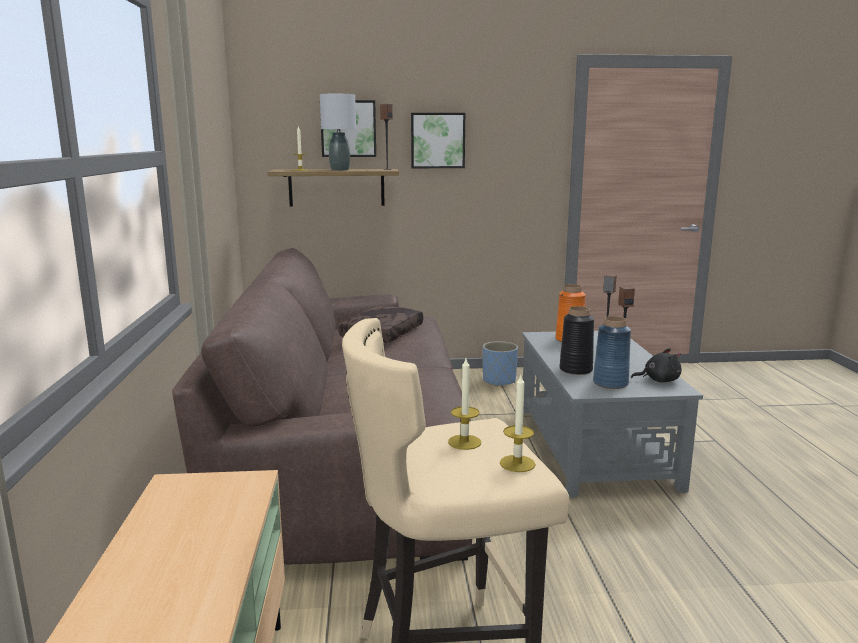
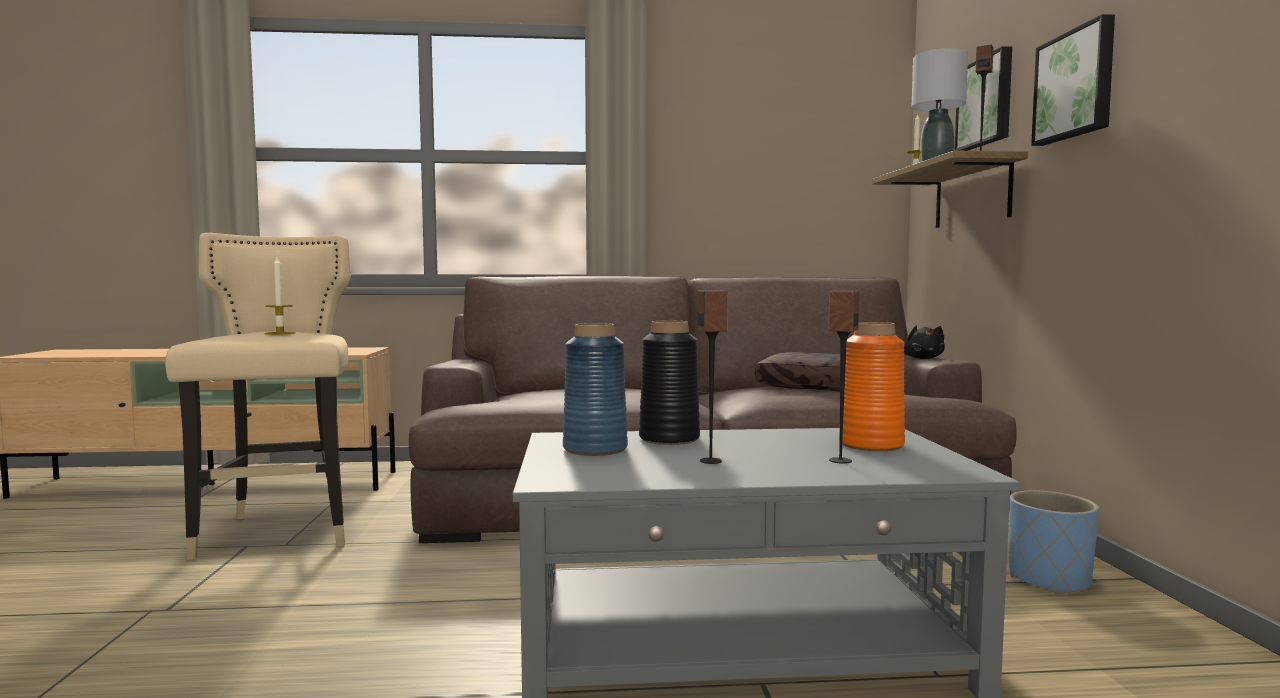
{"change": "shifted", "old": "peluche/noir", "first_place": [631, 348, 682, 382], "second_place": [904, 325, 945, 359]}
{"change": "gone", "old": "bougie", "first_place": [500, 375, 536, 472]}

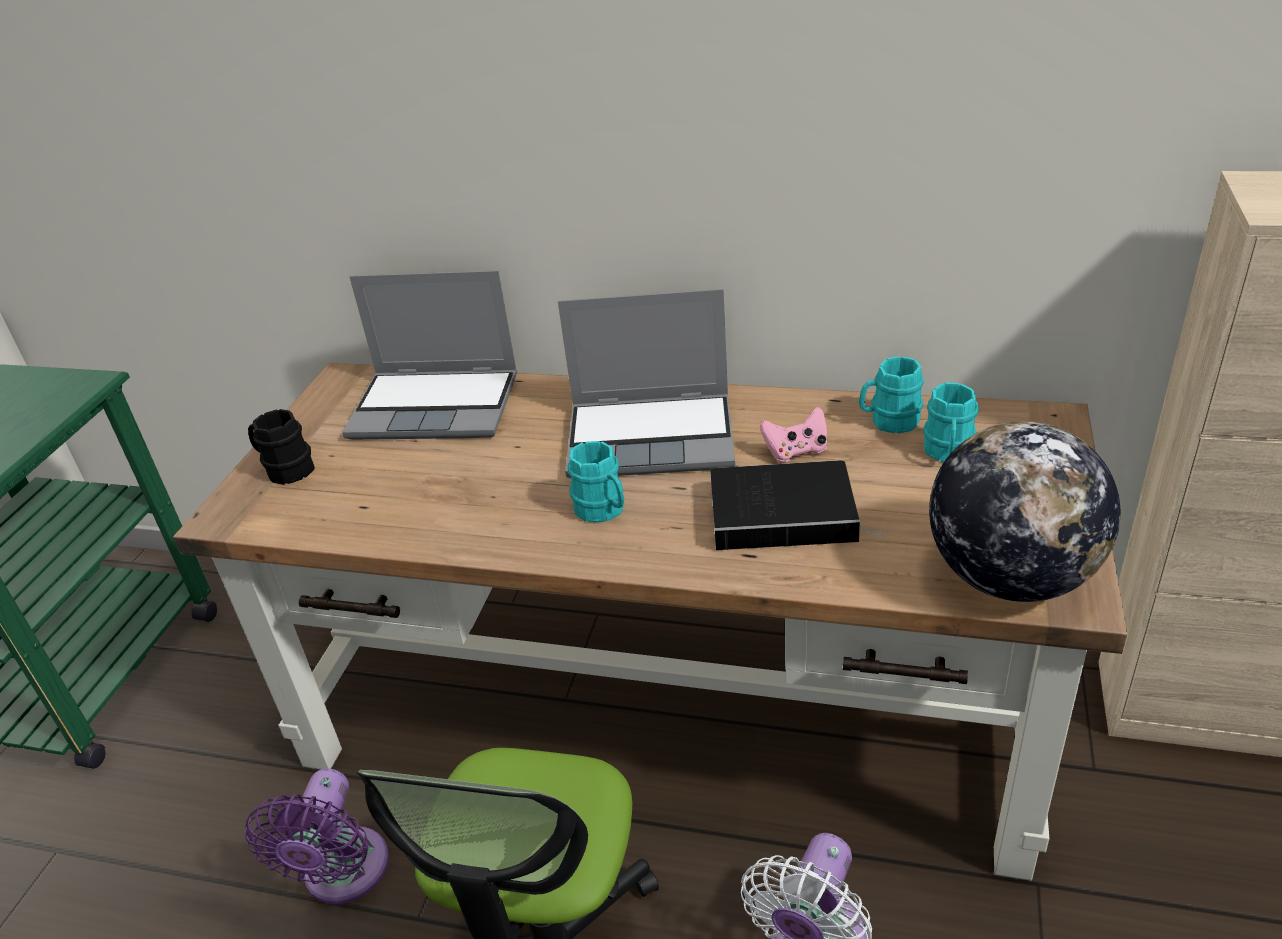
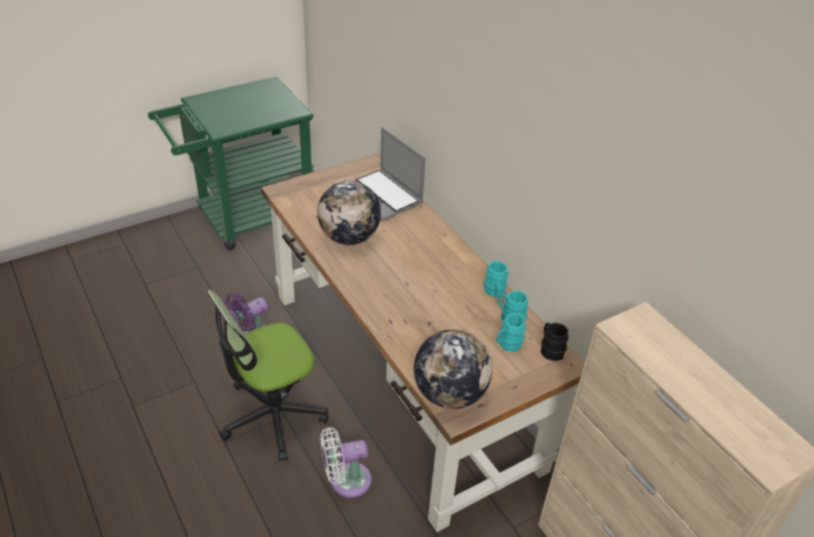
{"change": "gone", "old": "ordinateur portable", "first_place": [558, 289, 735, 478]}
{"change": "gone", "old": "manette/rose", "first_place": [760, 407, 827, 462]}
{"change": "shifted", "old": "mug/noir", "first_place": [248, 409, 315, 485], "second_place": [541, 323, 569, 361]}
{"change": "shifted", "old": "mug/turquoise", "first_place": [568, 441, 624, 522], "second_place": [484, 261, 509, 297]}
{"change": "gone", "old": "livre", "first_place": [710, 460, 886, 550]}
{"change": "new", "new": "globe", "second_place": [317, 181, 381, 245]}

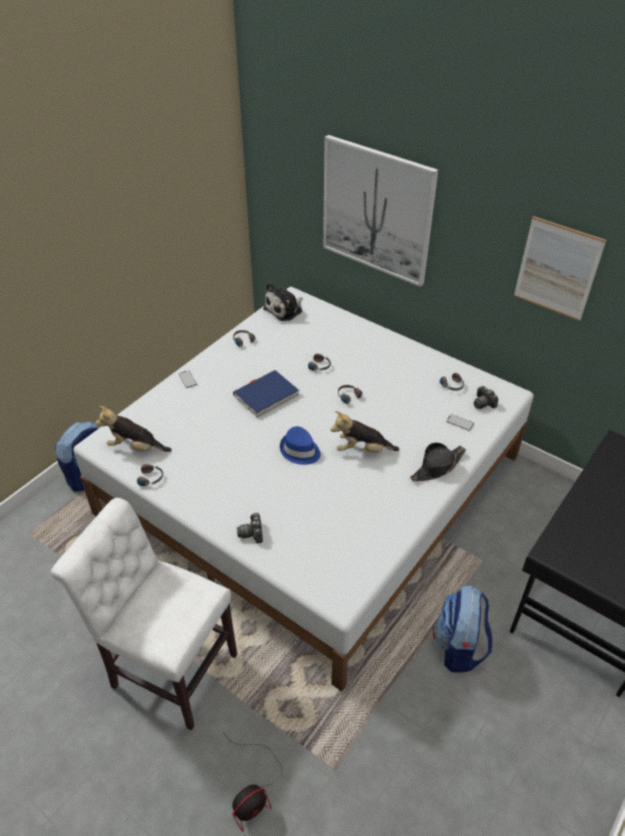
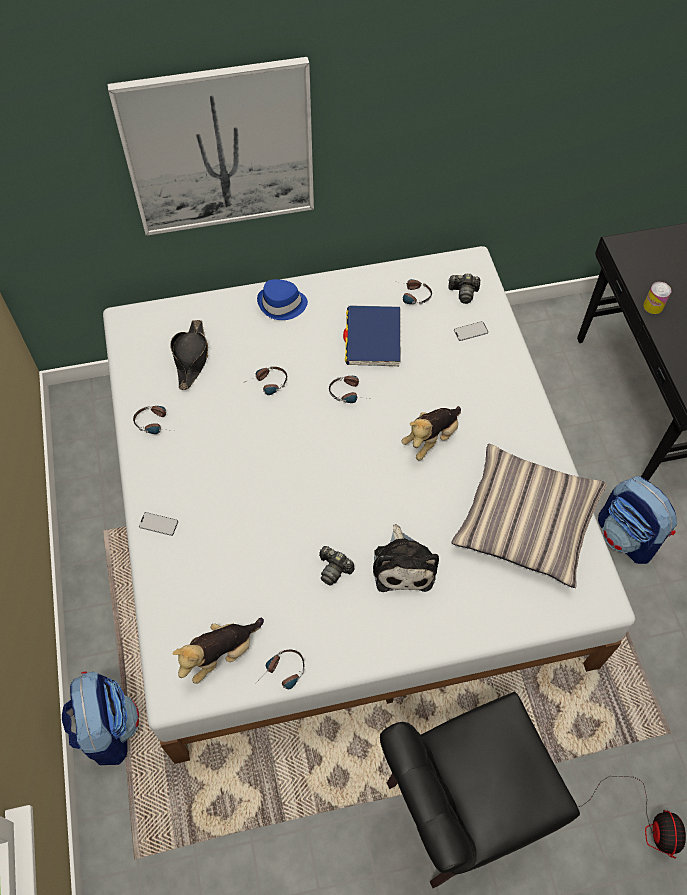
{"change": "gone", "old": "tableau", "first_place": [514, 216, 606, 321]}
{"change": "shifted", "old": "peluche", "first_place": [263, 282, 303, 321], "second_place": [373, 524, 439, 592]}
{"change": "shifted", "old": "livre/bleu", "first_place": [233, 370, 299, 418], "second_place": [343, 305, 400, 367]}
{"change": "shifted", "old": "chapeau/bleu", "first_place": [280, 426, 320, 465], "second_place": [257, 279, 308, 320]}
{"change": "shifted", "old": "chapeau/noir", "first_place": [410, 443, 466, 482], "second_place": [170, 320, 208, 390]}
{"change": "repainted", "old": "chaise/blanc", "new": "chaise/noir", "first_place": [51, 498, 237, 730], "second_place": [380, 692, 580, 888]}
{"change": "shifted", "old": "appareil photo", "first_place": [237, 513, 263, 543], "second_place": [319, 546, 354, 586]}
{"change": "new", "new": "boîte métallique", "second_place": [643, 282, 671, 314]}
{"change": "new", "new": "coussin", "second_place": [451, 444, 607, 588]}

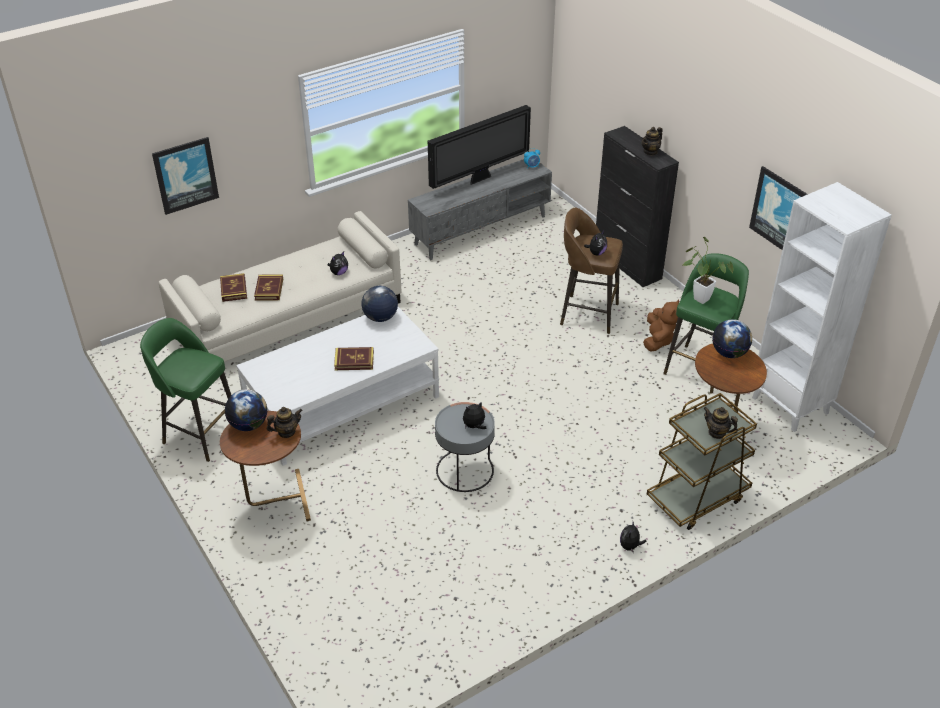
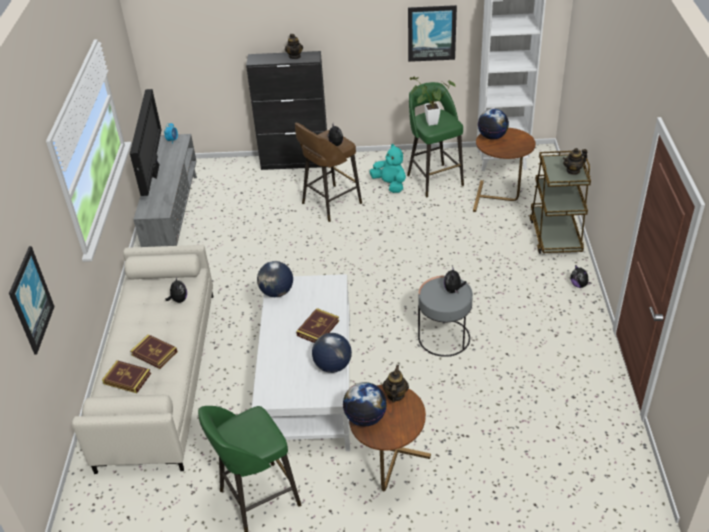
{"change": "repainted", "old": "peluche/marron", "new": "peluche/turquoise", "first_place": [643, 299, 679, 351], "second_place": [370, 144, 406, 193]}
{"change": "new", "new": "globe", "second_place": [312, 333, 352, 373]}

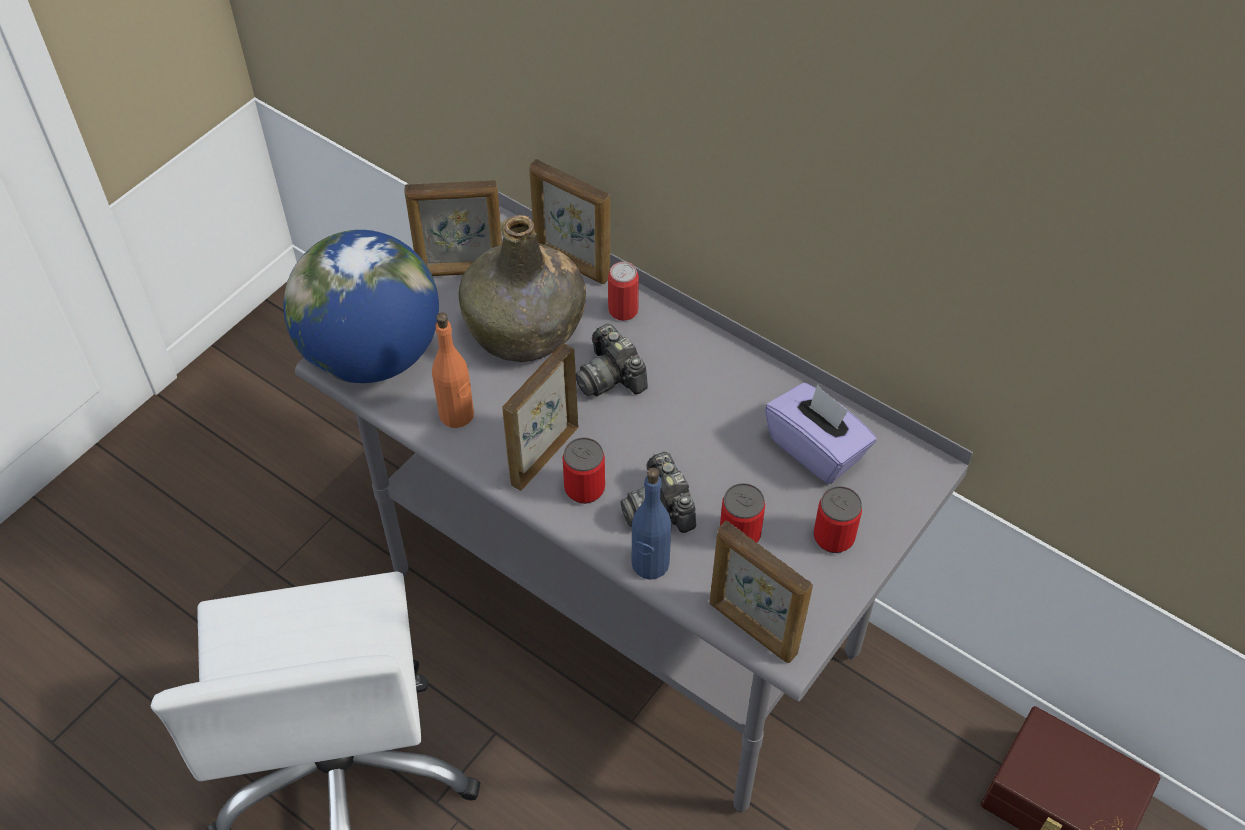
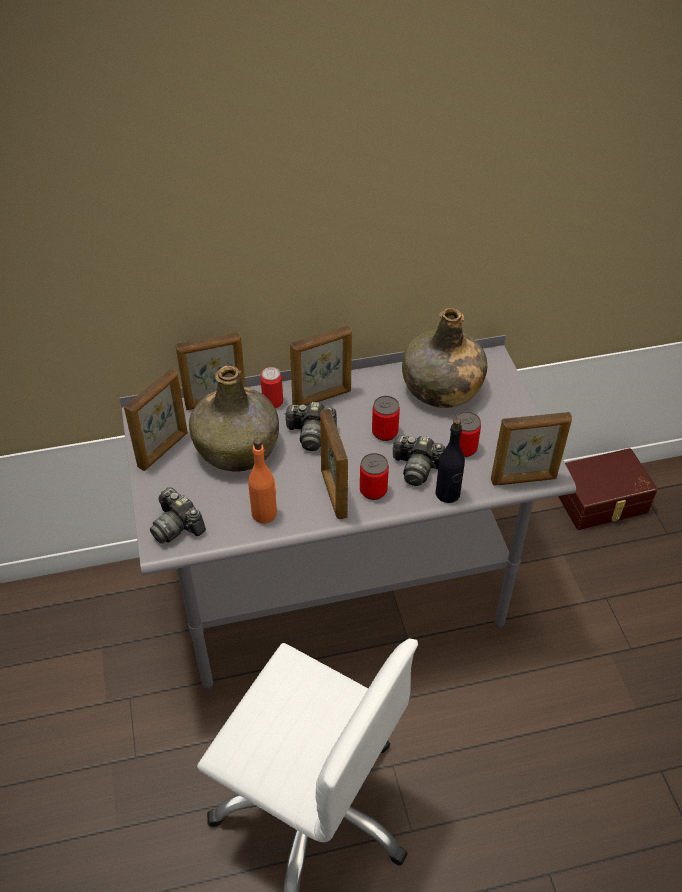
{"change": "swapped", "old": "globe", "new": "appareil photo", "first_place": [284, 230, 439, 383], "second_place": [150, 487, 206, 544]}
{"change": "swapped", "old": "boîte à mouchoirs/violet", "new": "bouteille/vert", "first_place": [765, 383, 876, 484], "second_place": [402, 308, 487, 408]}
{"change": "repainted", "old": "bouteille/bleu", "new": "bouteille/noir", "first_place": [632, 467, 671, 580], "second_place": [435, 418, 465, 503]}
{"change": "shifted", "old": "boîte métallique", "first_place": [814, 486, 862, 553], "second_place": [372, 396, 400, 441]}
{"change": "new", "new": "cadre photo", "second_place": [290, 325, 352, 406]}

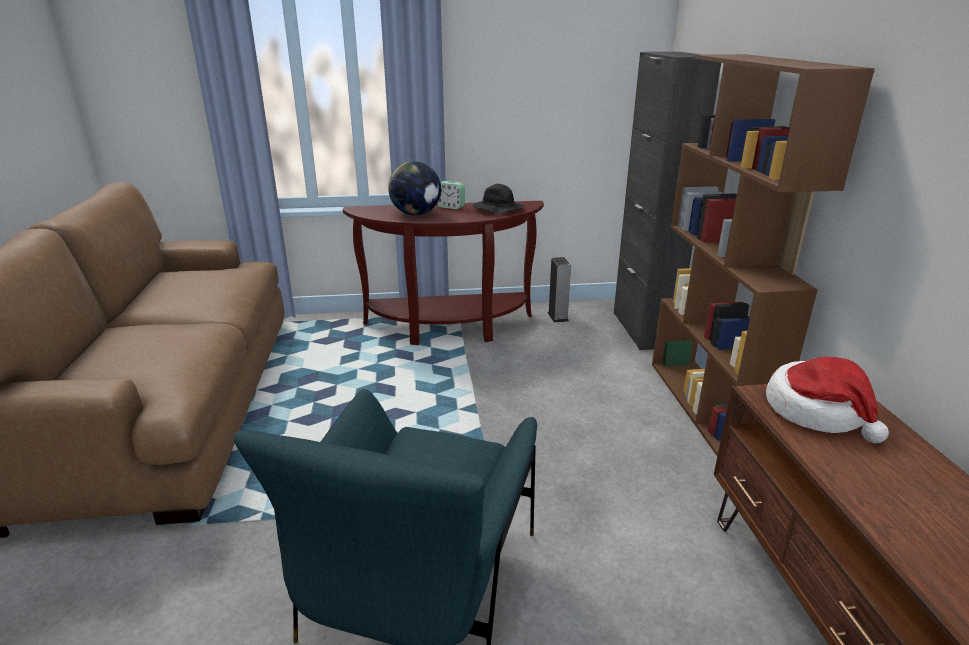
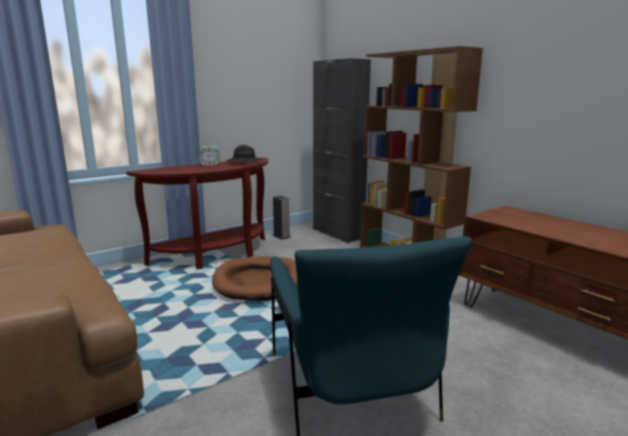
{"change": "gone", "old": "globe", "first_place": [388, 161, 441, 215]}
{"change": "gone", "old": "chapeau", "first_place": [766, 357, 889, 443]}
{"change": "new", "new": "panier pour chien/marron", "second_place": [212, 257, 297, 301]}

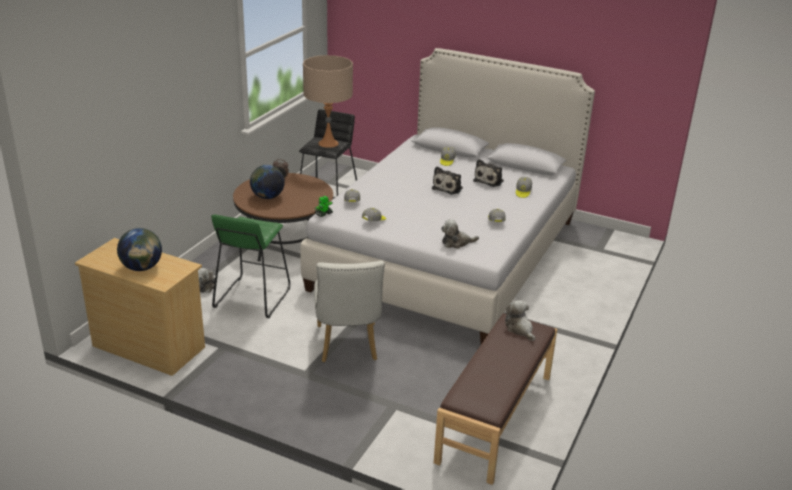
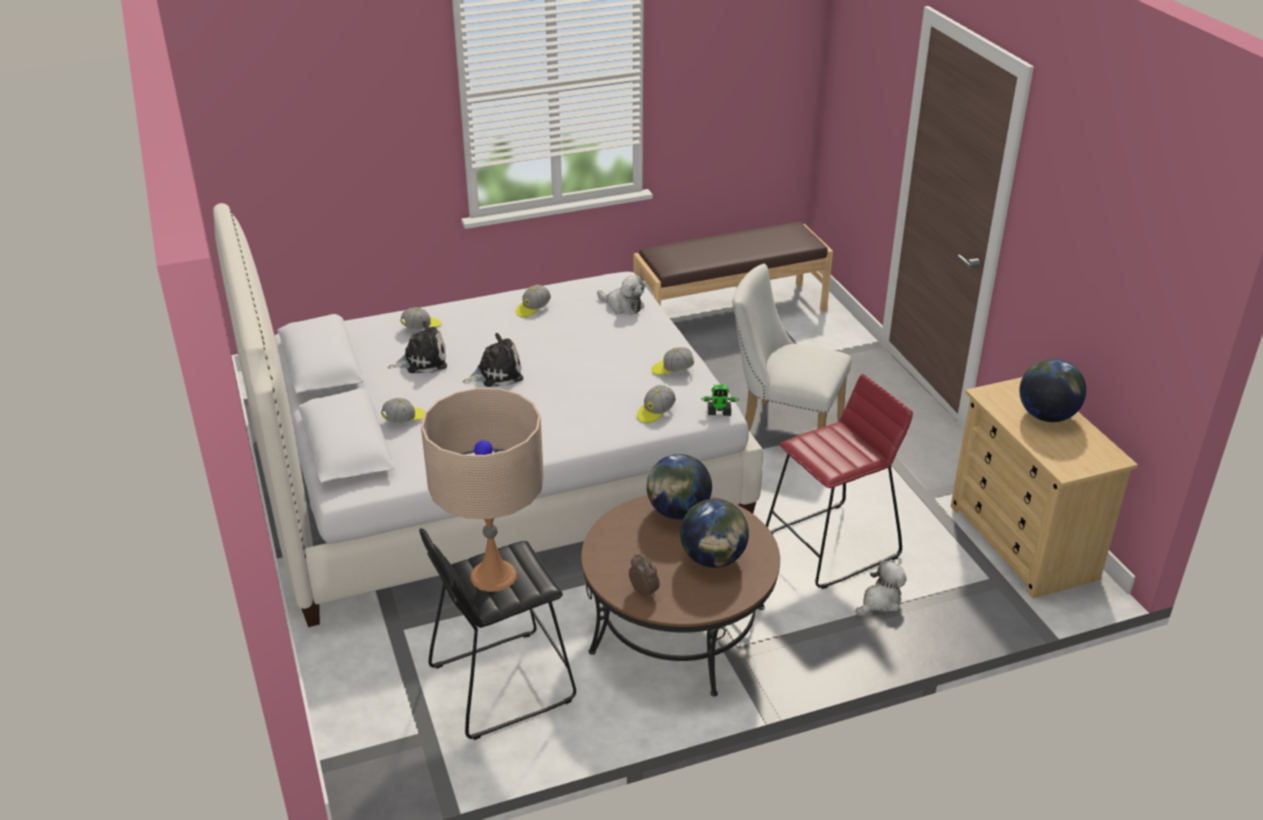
{"change": "repainted", "old": "tabouret/vert", "new": "tabouret/rouge", "first_place": [211, 214, 290, 318], "second_place": [766, 374, 913, 589]}
{"change": "rotated", "old": "chaise/blanc", "first_place": [314, 261, 385, 362], "second_place": [733, 264, 852, 431], "degrees": -105}
{"change": "gone", "old": "peluche", "first_place": [505, 300, 535, 341]}
{"change": "new", "new": "globe", "second_place": [647, 454, 712, 520]}

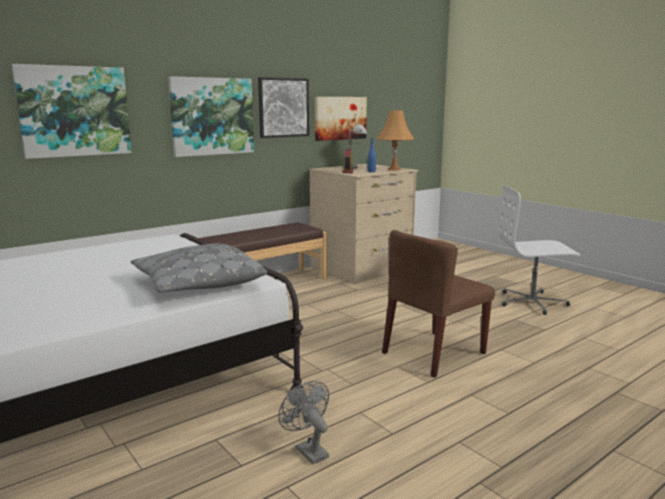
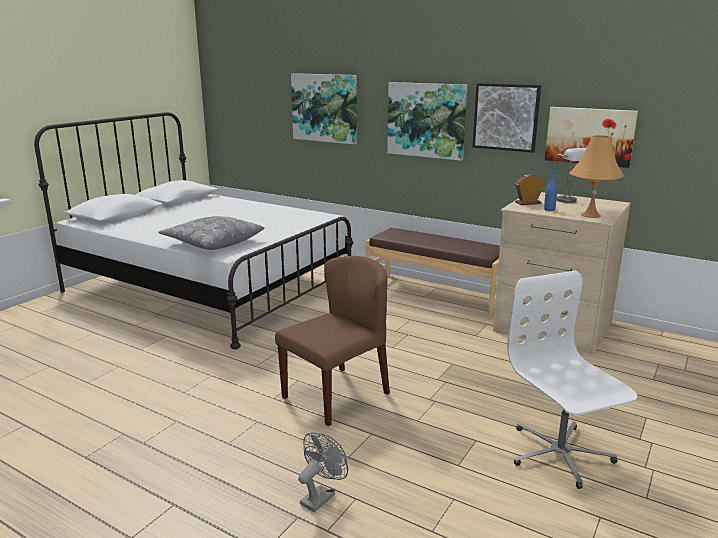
{"change": "rotated", "old": "chaise/marron", "first_place": [382, 230, 495, 378], "second_place": [275, 256, 390, 426], "degrees": 105}
{"change": "shifted", "old": "ventilateur/gris", "first_place": [278, 381, 329, 465], "second_place": [298, 433, 348, 512]}

